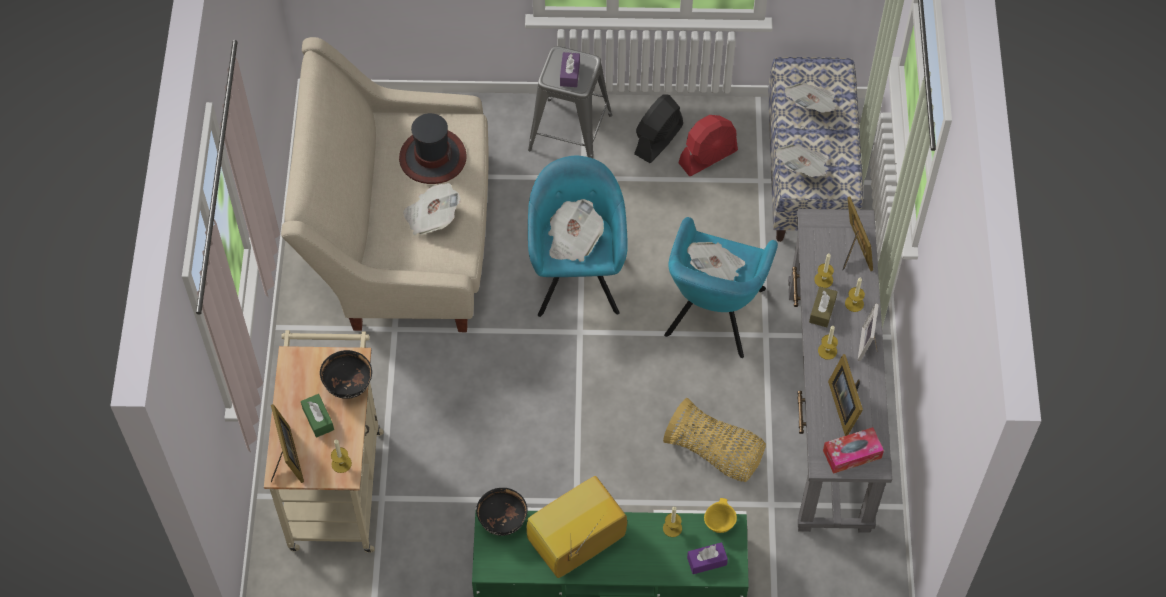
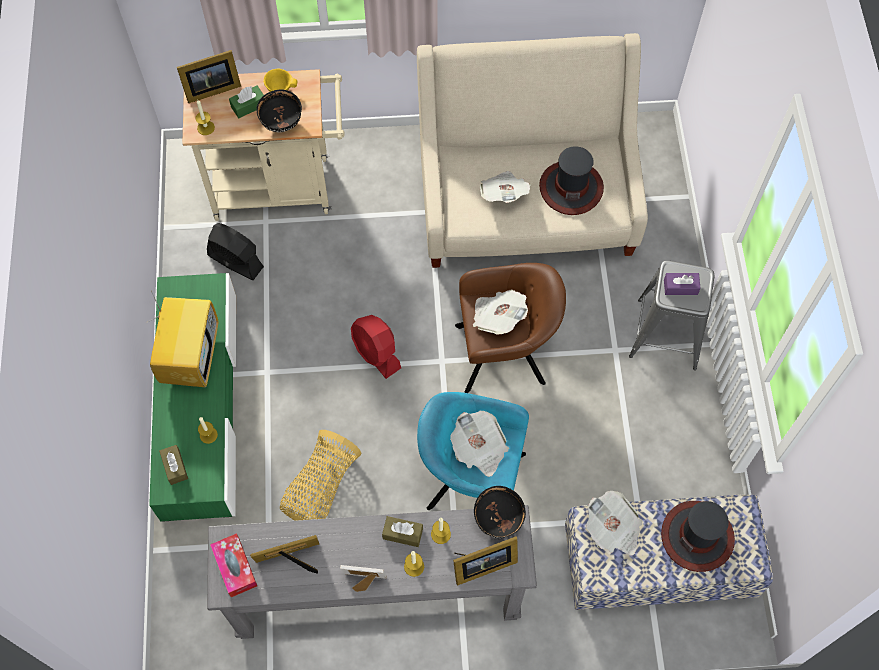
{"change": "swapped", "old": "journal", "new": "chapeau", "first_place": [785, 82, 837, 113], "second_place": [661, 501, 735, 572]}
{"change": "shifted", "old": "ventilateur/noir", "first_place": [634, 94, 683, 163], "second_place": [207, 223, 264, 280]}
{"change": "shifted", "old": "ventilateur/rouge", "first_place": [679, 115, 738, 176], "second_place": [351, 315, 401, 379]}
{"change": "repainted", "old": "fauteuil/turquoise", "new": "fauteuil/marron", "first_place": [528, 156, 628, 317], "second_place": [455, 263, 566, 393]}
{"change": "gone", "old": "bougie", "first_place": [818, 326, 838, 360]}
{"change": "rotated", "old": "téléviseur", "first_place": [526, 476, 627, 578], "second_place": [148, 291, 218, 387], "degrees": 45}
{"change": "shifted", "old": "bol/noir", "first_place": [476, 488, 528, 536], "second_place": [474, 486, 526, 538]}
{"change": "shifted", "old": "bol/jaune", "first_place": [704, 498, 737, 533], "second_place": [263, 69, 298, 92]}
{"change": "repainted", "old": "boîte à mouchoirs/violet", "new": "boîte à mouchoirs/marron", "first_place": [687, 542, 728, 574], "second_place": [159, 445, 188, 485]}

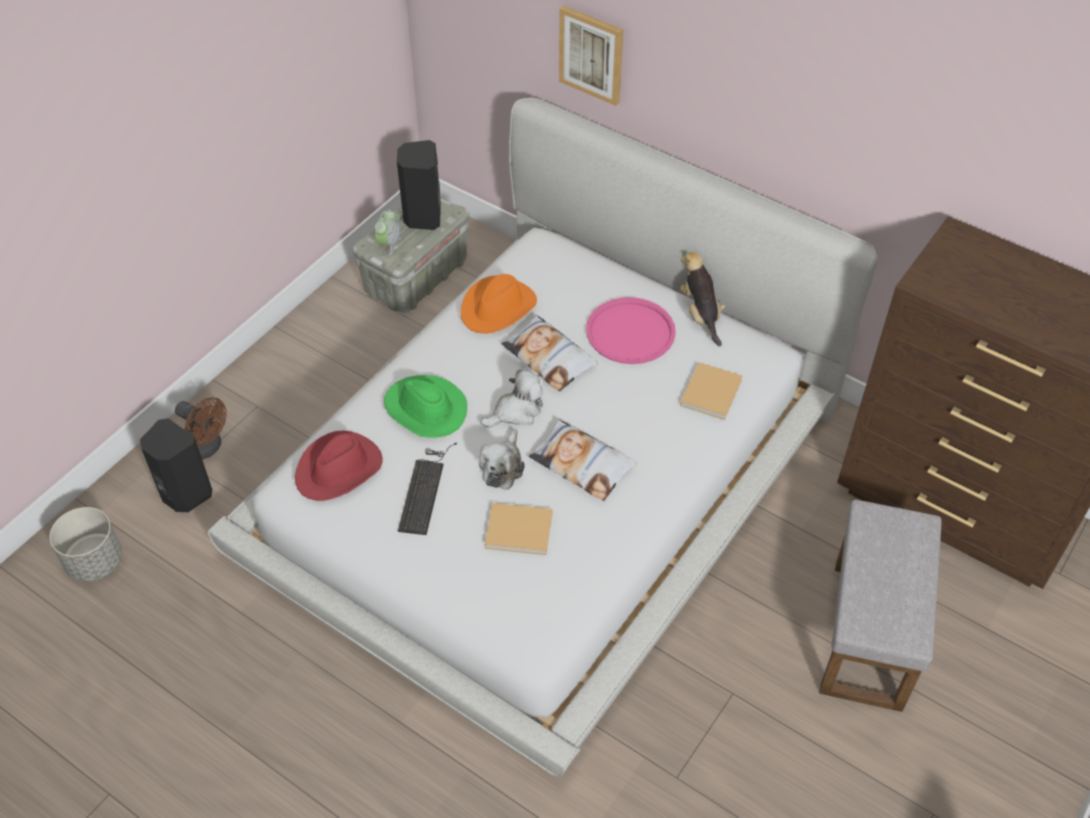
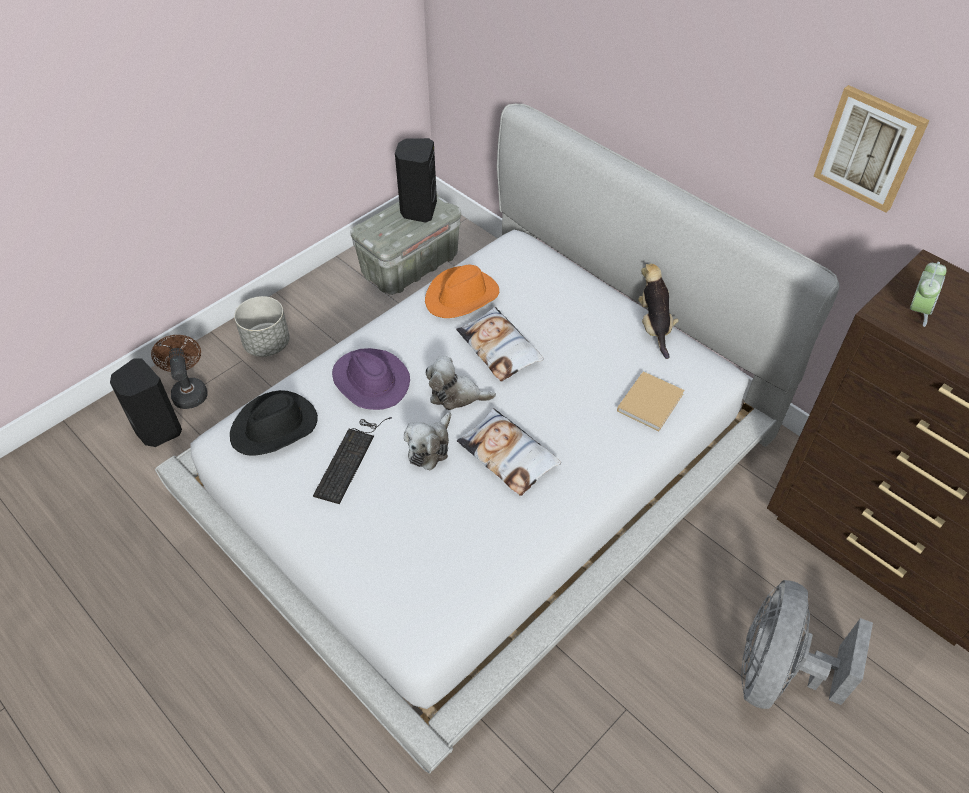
{"change": "shifted", "old": "tableau", "first_place": [559, 6, 624, 106], "second_place": [813, 85, 930, 212]}
{"change": "shifted", "old": "réveil", "first_place": [374, 209, 401, 255], "second_place": [910, 262, 947, 327]}
{"change": "gone", "old": "plateau/rose", "first_place": [586, 297, 676, 364]}
{"change": "rotated", "old": "peluche", "first_place": [480, 368, 545, 427], "second_place": [426, 356, 496, 410], "degrees": -150}
{"change": "repainted", "old": "chapeau/vert", "new": "chapeau/violet", "first_place": [384, 375, 467, 438], "second_place": [332, 348, 410, 410]}
{"change": "rotated", "old": "ventilateur/marron", "first_place": [175, 397, 227, 460], "second_place": [151, 335, 208, 409], "degrees": -150}
{"change": "repainted", "old": "chapeau/rouge", "new": "chapeau/noir", "first_place": [295, 431, 382, 501], "second_place": [230, 390, 318, 456]}
{"change": "swapped", "old": "pouf/gris", "new": "ventilateur/gris", "first_place": [819, 500, 942, 712], "second_place": [741, 580, 873, 709]}
{"change": "gone", "old": "livre/beige", "first_place": [485, 503, 553, 555]}
{"change": "shifted", "old": "cache-pot/gris", "first_place": [49, 507, 122, 582], "second_place": [234, 296, 290, 357]}

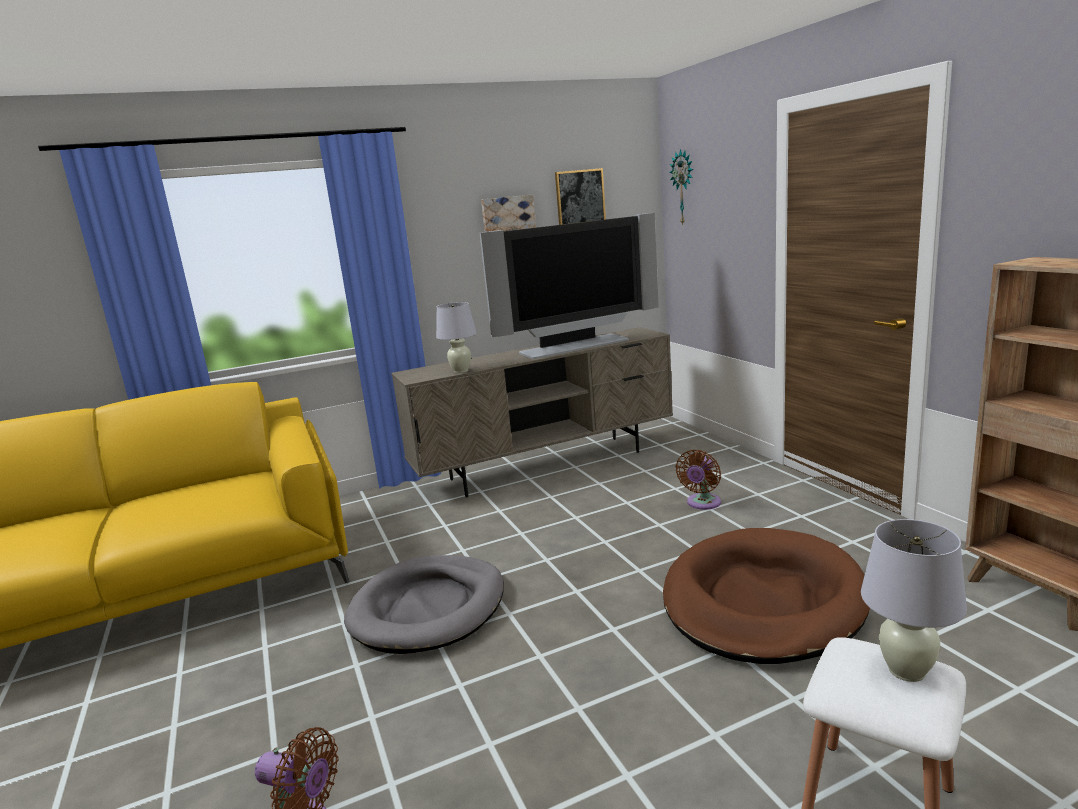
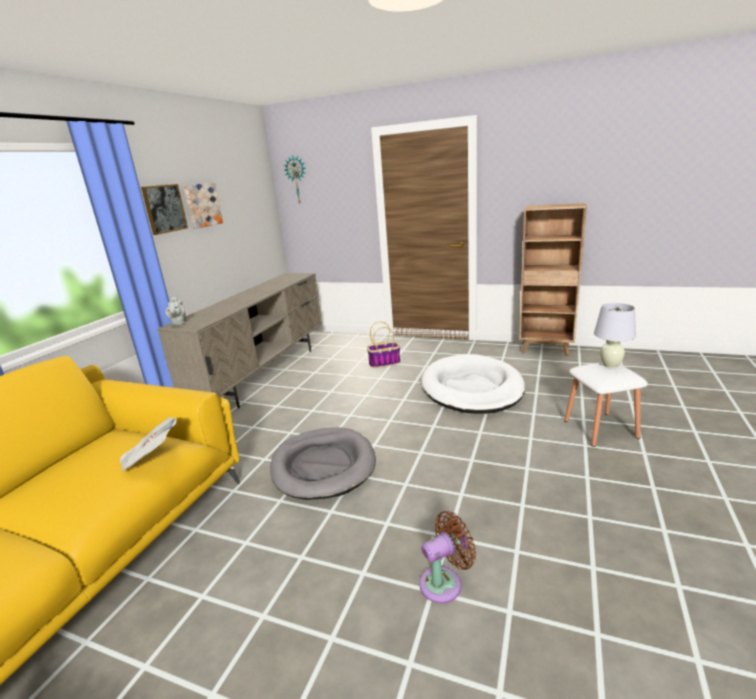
{"change": "shifted", "old": "tableau", "first_place": [555, 168, 606, 225], "second_place": [141, 184, 188, 235]}
{"change": "gone", "old": "téléviseur", "first_place": [479, 213, 659, 359]}
{"change": "gone", "old": "lampe de table/blanc", "first_place": [436, 302, 477, 373]}
{"change": "swapped", "old": "ventilateur/marron", "new": "panier", "first_place": [676, 450, 721, 510], "second_place": [367, 322, 400, 368]}
{"change": "repainted", "old": "panier pour chien/marron", "new": "panier pour chien/blanc", "first_place": [663, 528, 870, 664], "second_place": [421, 354, 525, 414]}
{"change": "new", "new": "théière/gris", "second_place": [165, 296, 187, 325]}
{"change": "new", "new": "journal", "second_place": [120, 417, 176, 472]}

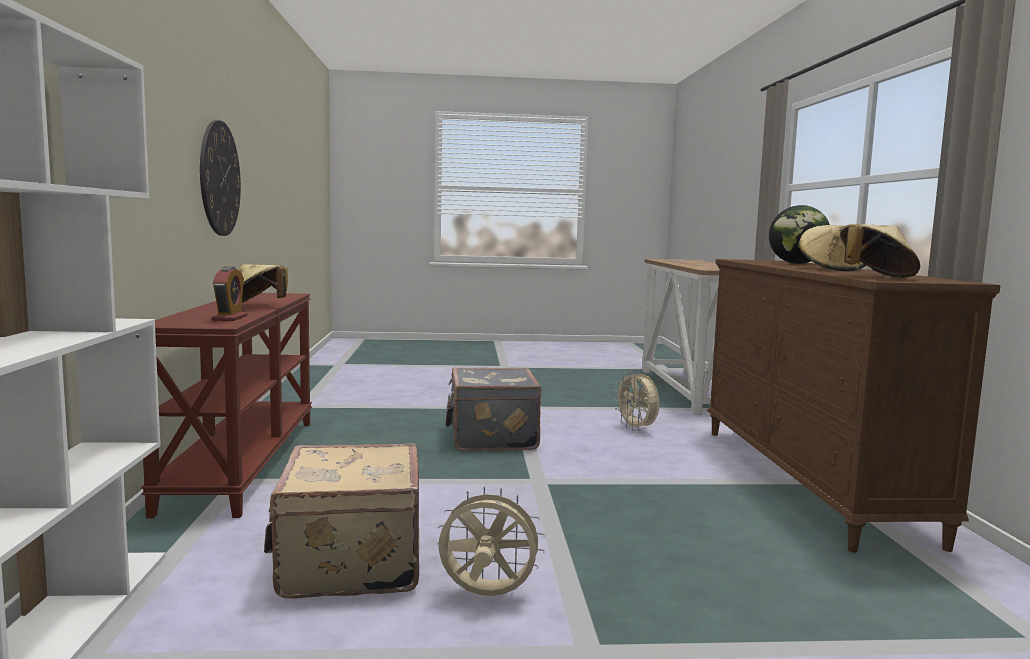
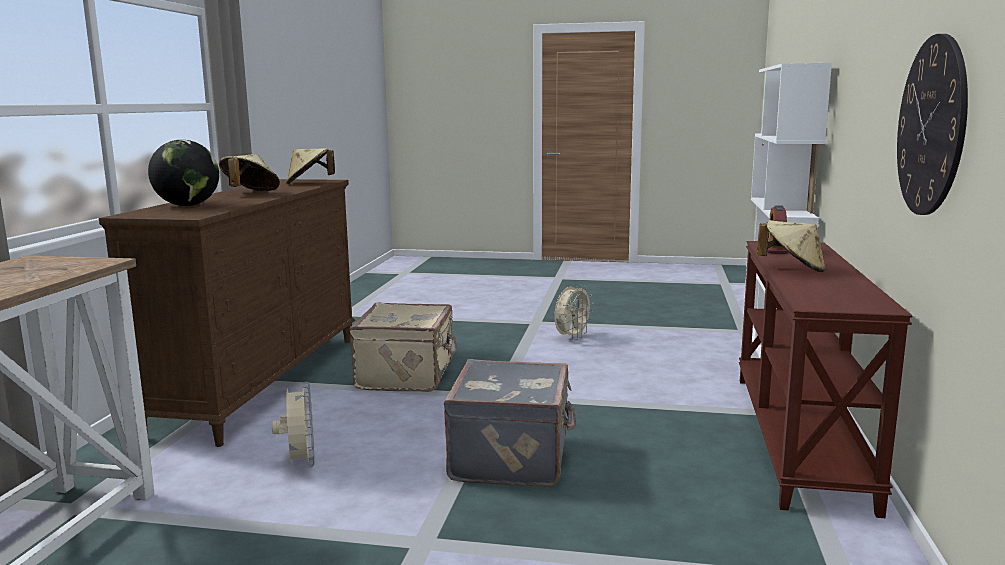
{"change": "shifted", "old": "valise/beige", "first_place": [264, 443, 419, 599], "second_place": [350, 302, 457, 392]}
{"change": "rotated", "old": "ventilateur/beige", "first_place": [437, 486, 545, 596], "second_place": [554, 284, 594, 340], "degrees": -75}

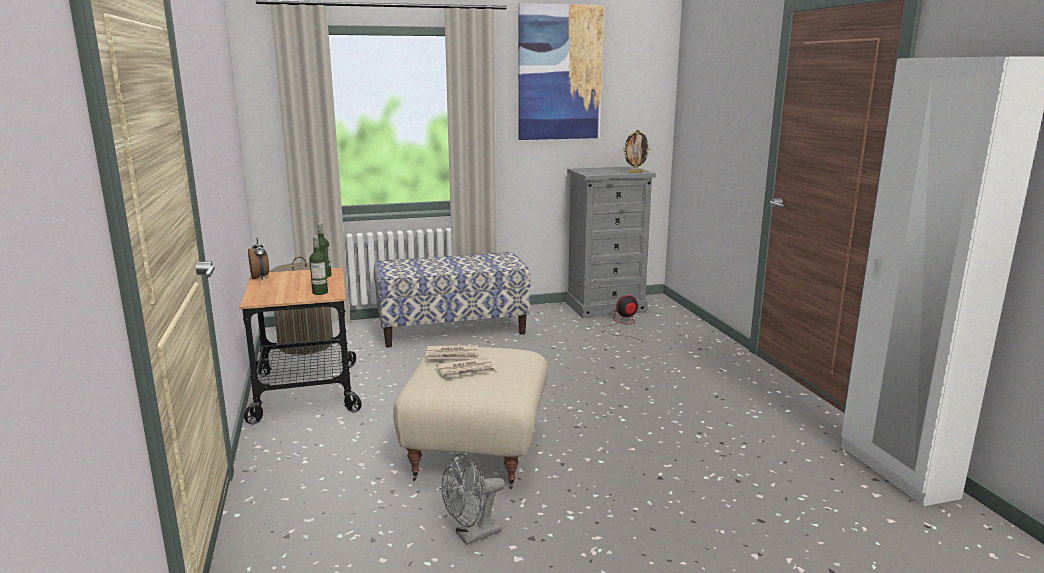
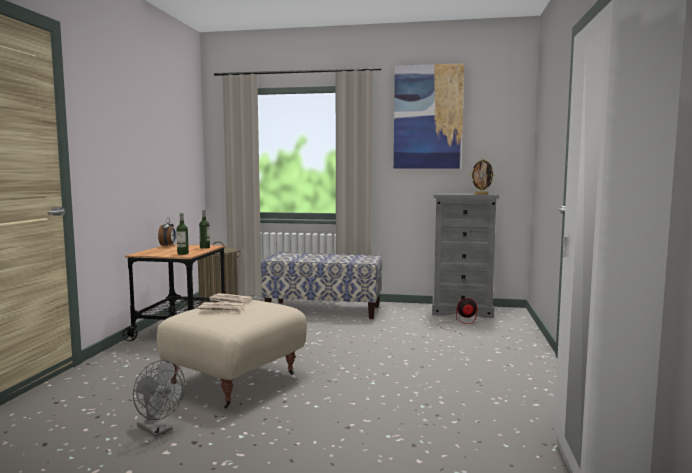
{"change": "rotated", "old": "ventilateur/gris", "first_place": [441, 454, 505, 545], "second_place": [133, 360, 185, 437], "degrees": -135}

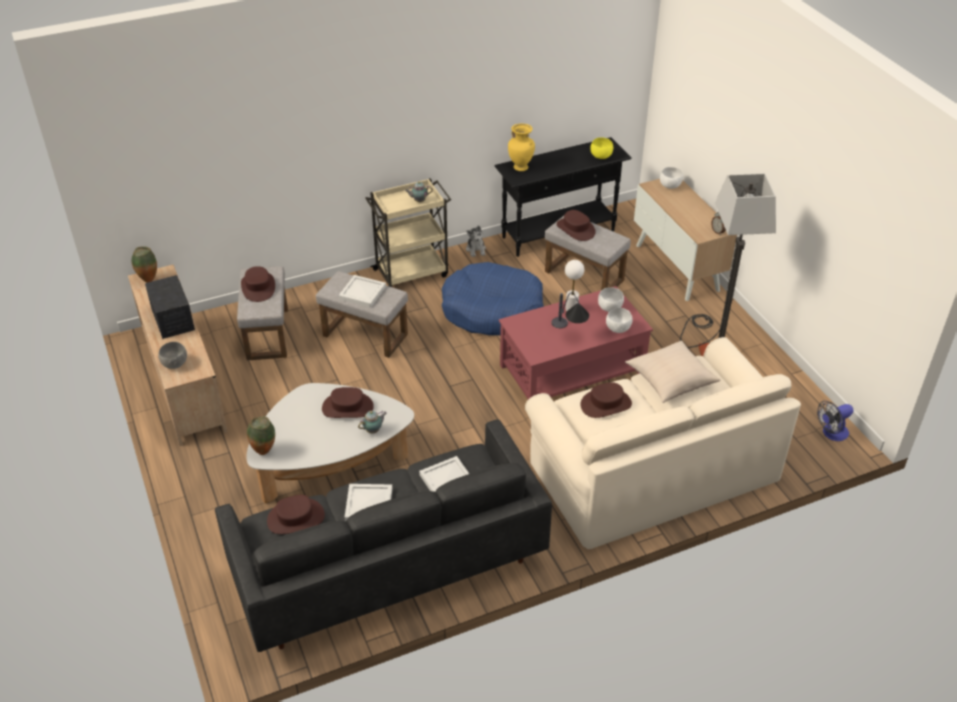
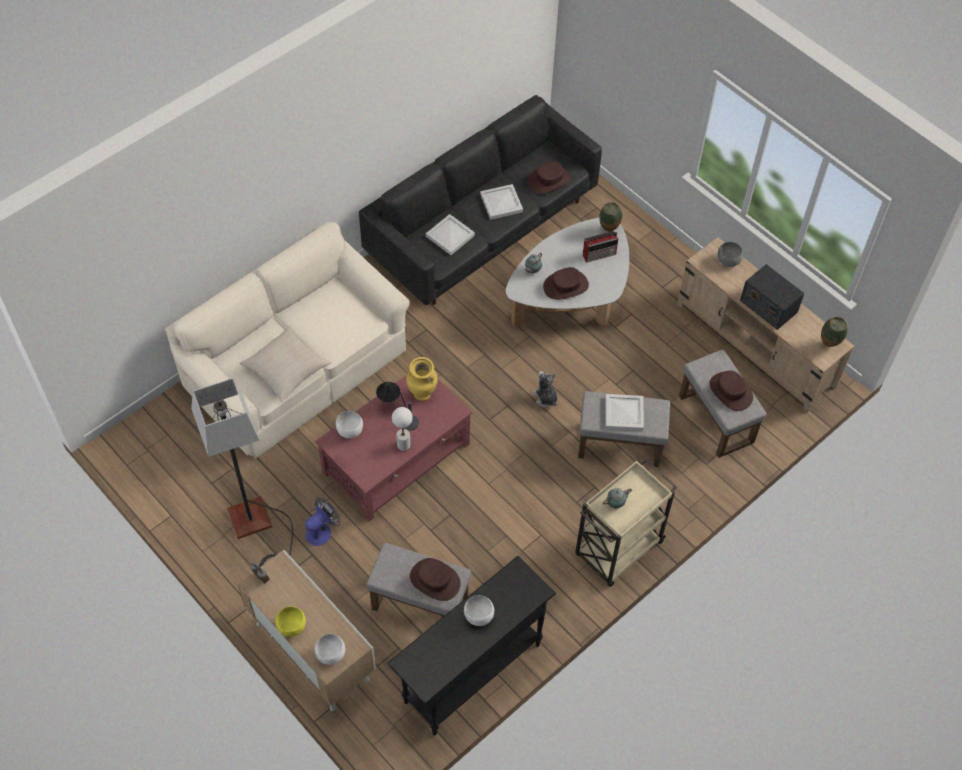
{"change": "shifted", "old": "vase/jaune", "first_place": [508, 124, 535, 171], "second_place": [406, 357, 438, 401]}
{"change": "shifted", "old": "bol/jaune", "first_place": [590, 137, 613, 159], "second_place": [276, 607, 306, 637]}
{"change": "shifted", "old": "peluche", "first_place": [466, 225, 486, 257], "second_place": [532, 371, 558, 407]}
{"change": "gone", "old": "panier pour chien/bleu", "first_place": [442, 262, 544, 335]}
{"change": "shifted", "old": "bol/blanc", "first_place": [598, 287, 624, 312], "second_place": [464, 595, 494, 626]}
{"change": "gone", "old": "chapeau/marron", "first_place": [580, 382, 632, 418]}
{"change": "shifted", "old": "ventilateur", "first_place": [817, 401, 854, 441], "second_place": [305, 498, 340, 546]}
{"change": "new", "new": "radio", "second_place": [583, 231, 618, 263]}

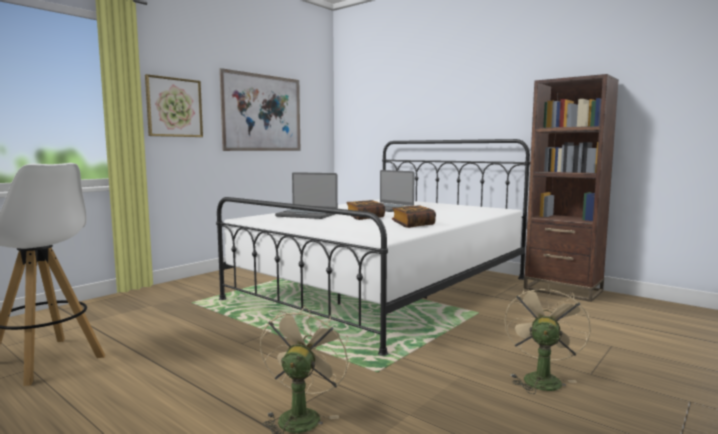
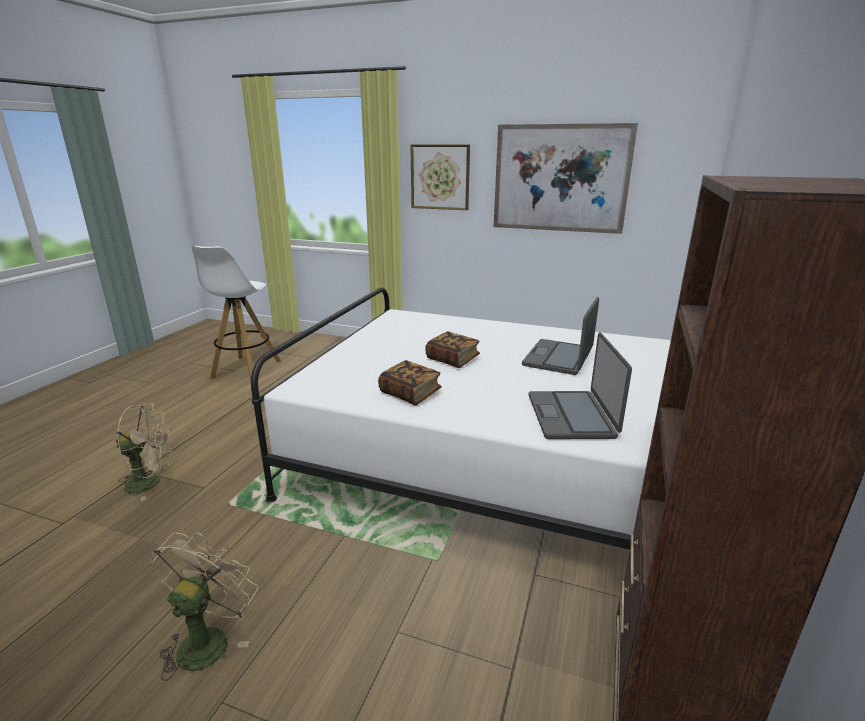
{"change": "shifted", "old": "ordinateur portable", "first_place": [275, 172, 338, 219], "second_place": [528, 332, 632, 439]}
{"change": "rotated", "old": "ventilateur/beige", "first_place": [504, 284, 591, 394], "second_place": [151, 532, 258, 681], "degrees": -75}

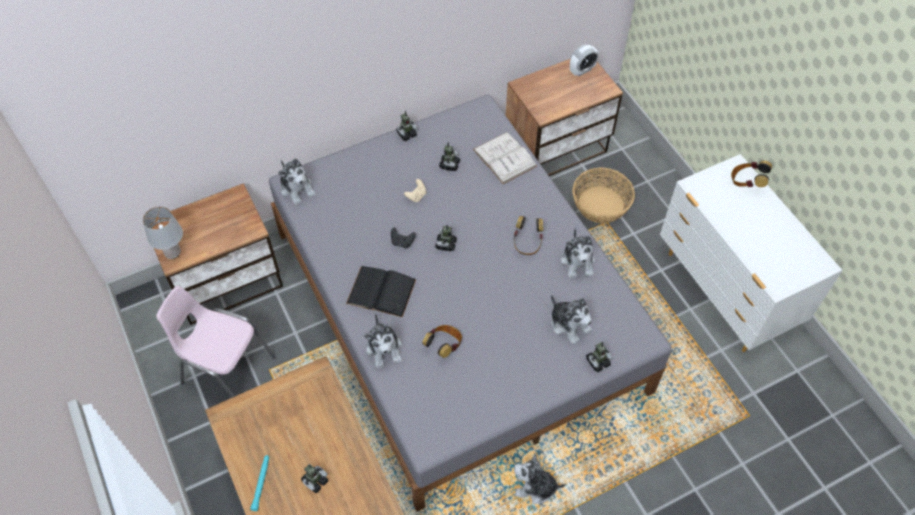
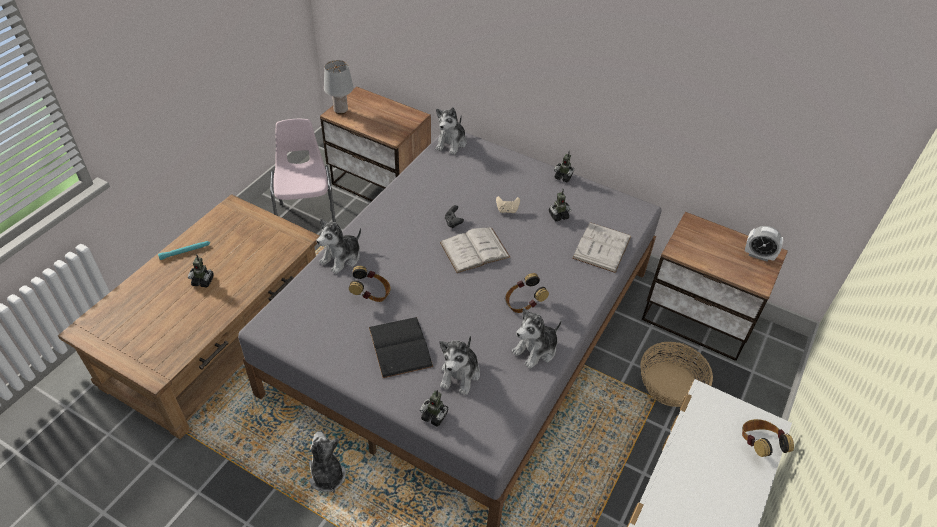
{"change": "swapped", "old": "robot jouet", "new": "livre/blanc", "first_place": [435, 225, 457, 251], "second_place": [440, 227, 511, 273]}
{"change": "shifted", "old": "livre/noir", "first_place": [346, 266, 416, 318], "second_place": [369, 317, 433, 378]}

